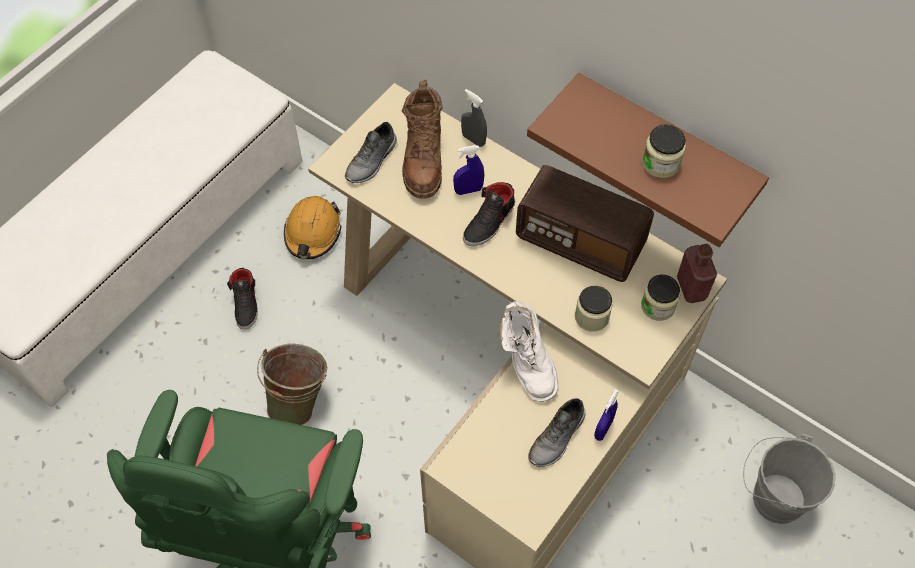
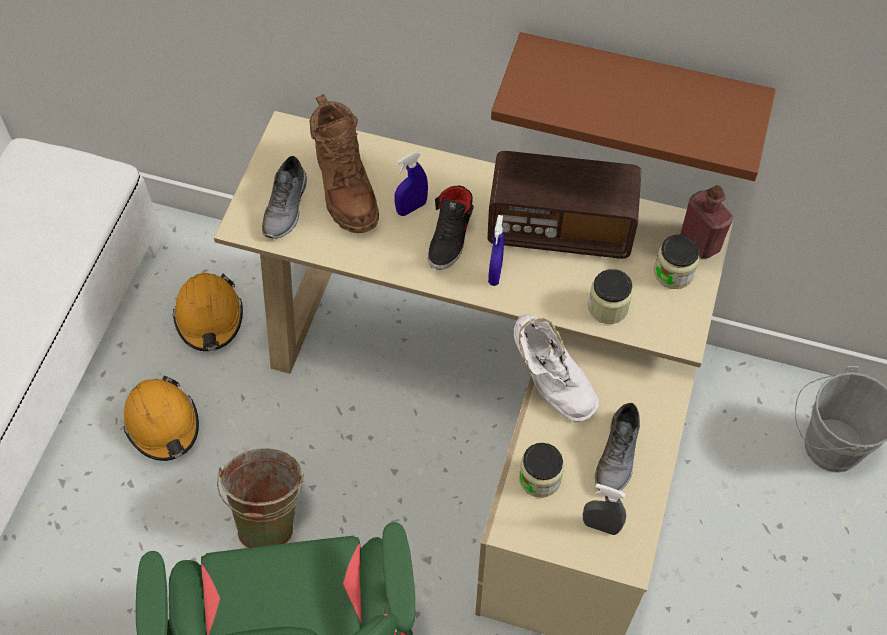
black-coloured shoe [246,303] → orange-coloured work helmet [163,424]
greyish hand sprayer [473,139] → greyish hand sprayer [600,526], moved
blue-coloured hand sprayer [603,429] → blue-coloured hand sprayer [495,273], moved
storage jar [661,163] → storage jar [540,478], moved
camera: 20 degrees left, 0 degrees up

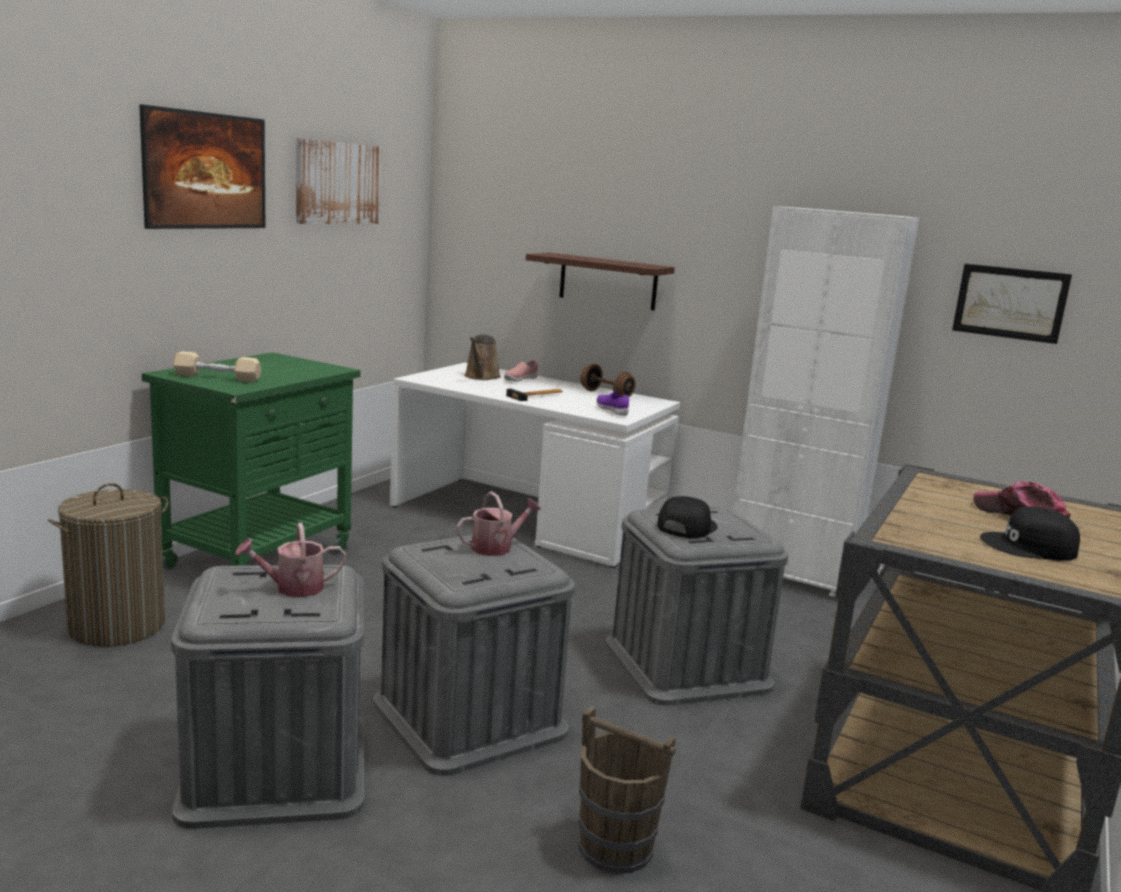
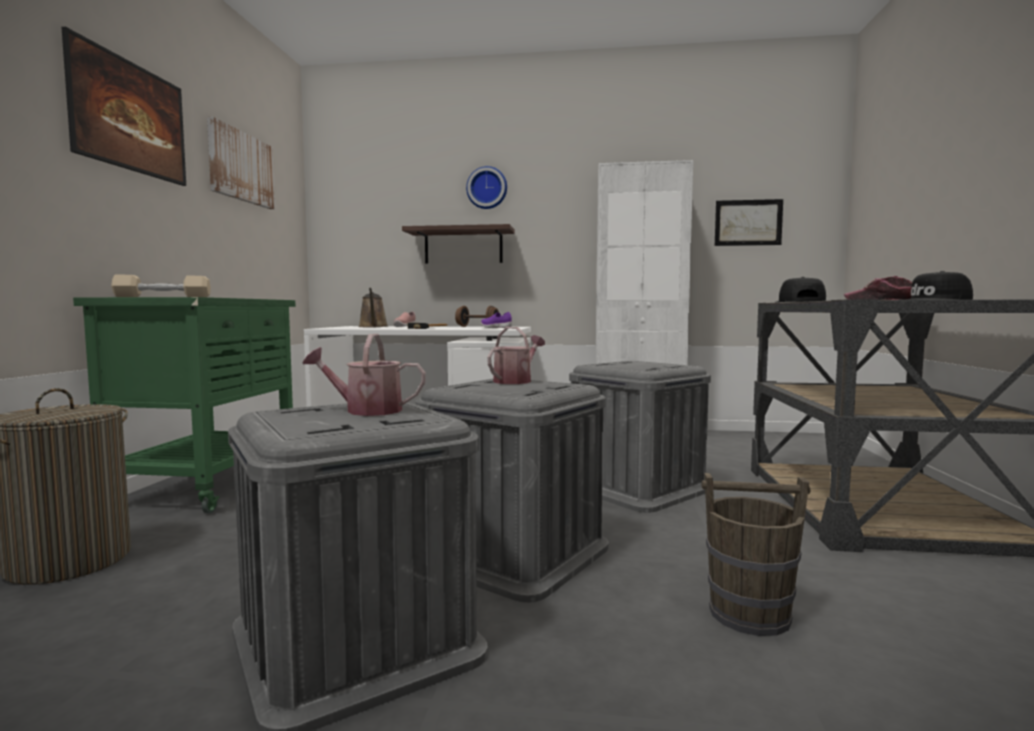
sprinkling can [292,588] → sprinkling can [366,410], 45 degrees clockwise
black-coloured peaked cap [686,526] → black-coloured peaked cap [798,302], moved
- → wall clock [487,188]
camera: 20 degrees left, 10 degrees down

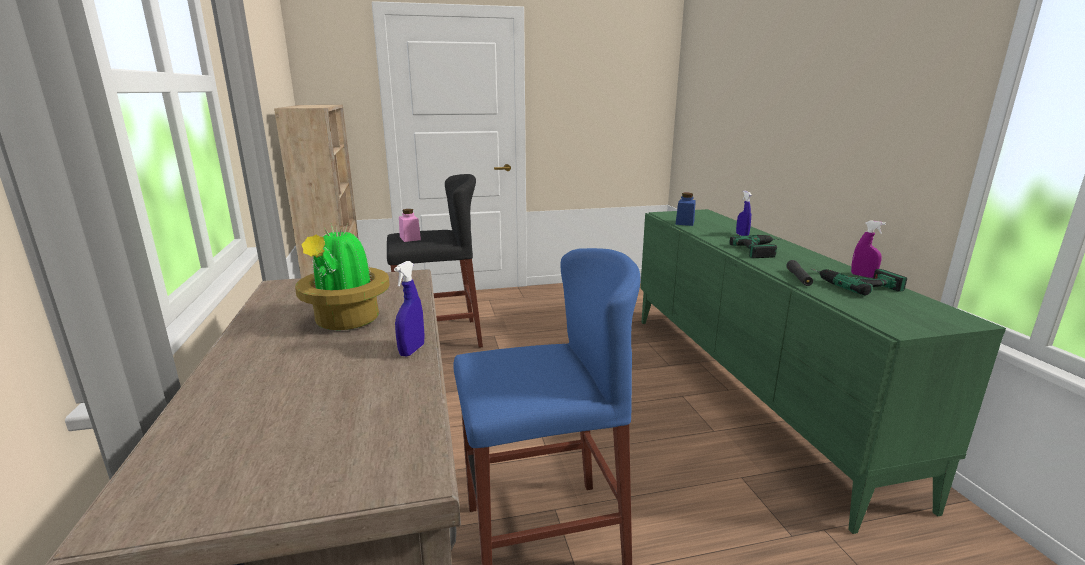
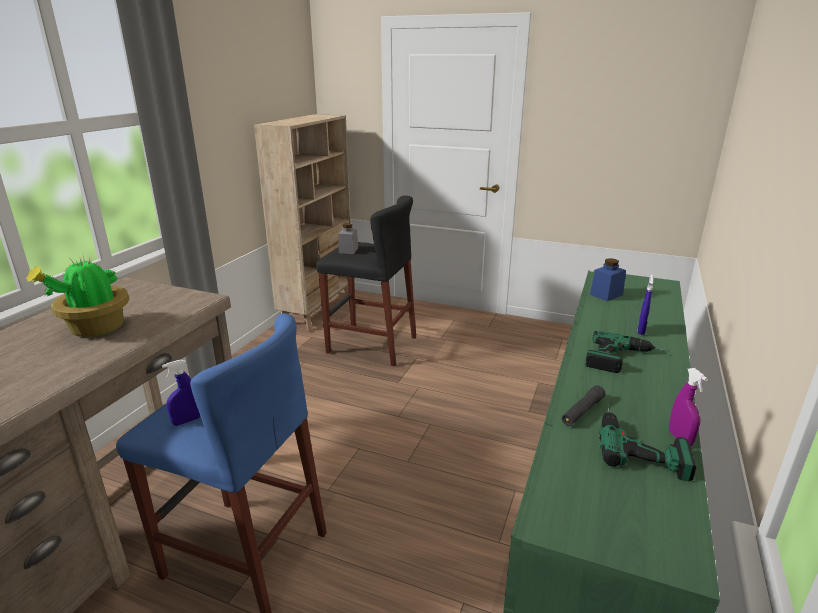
blue-coloured hand sprayer [412,350] → blue-coloured hand sprayer [187,421], moved
pink storage jar [410,238] → greyish storage jar [348,250]
camera: 35 degrees right, 5 degrees up

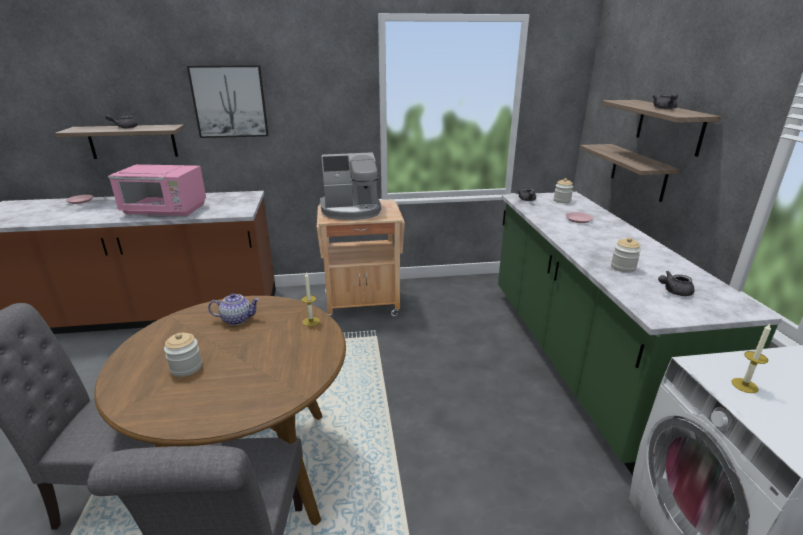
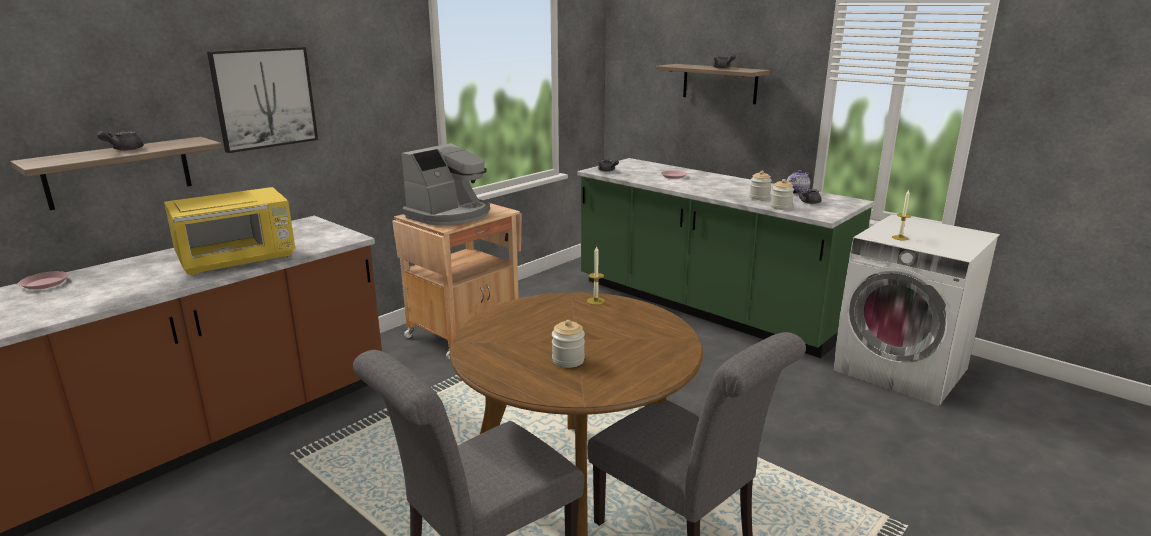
pink microwave [165,211] → yellowish microwave [238,259]
teapot [236,319] → teapot [796,192], moved
storage jar [562,201] → storage jar [781,207], moved
shelf [638,172] → -
camera: 40 degrees left, 5 degrees down

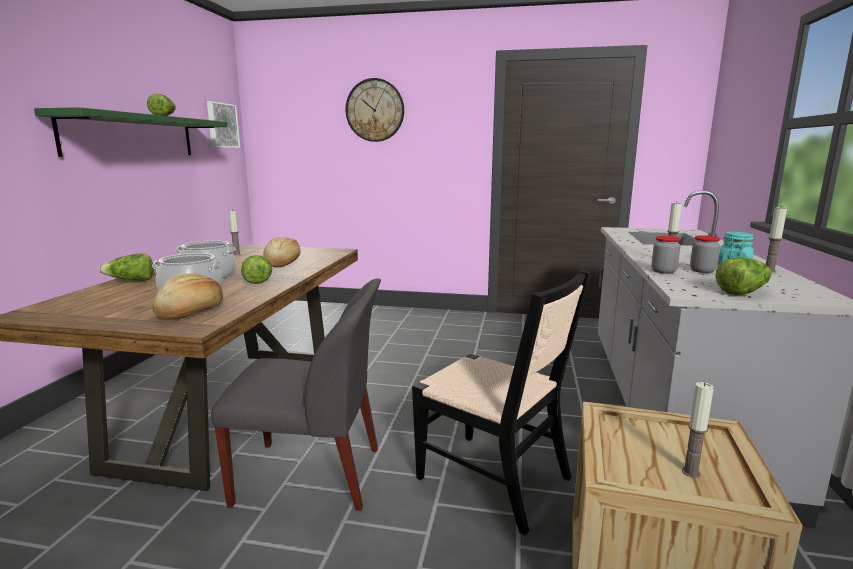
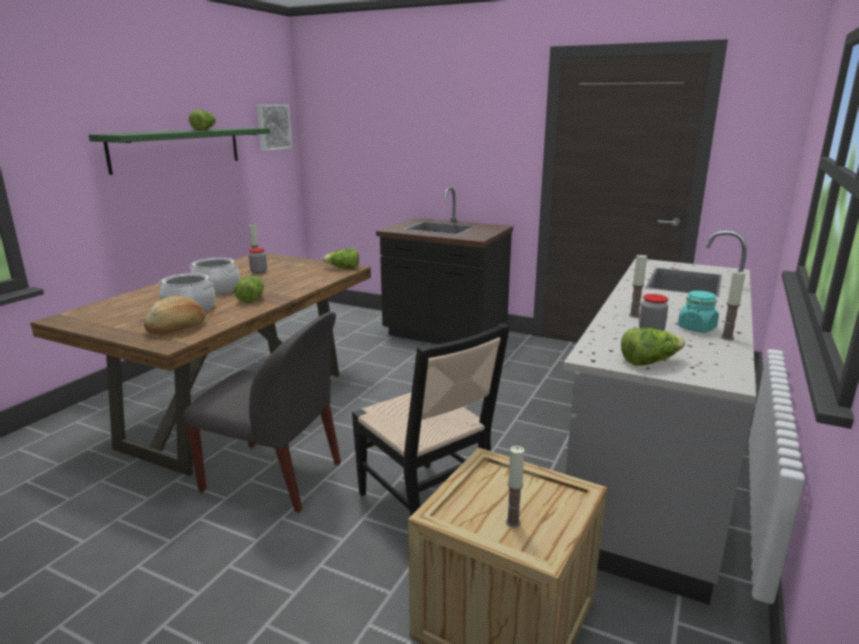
head of lettuce [131,281] → head of lettuce [343,268], moved
baked bread [282,263] → -
wall clock [375,110] → -
storage jar [663,271] → storage jar [258,272], moved
- → black-coloured kitchen counter [444,336]
camera: 15 degrees right, 5 degrees up

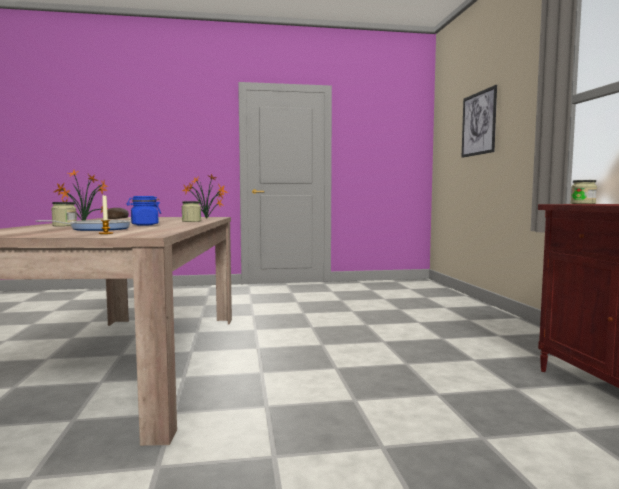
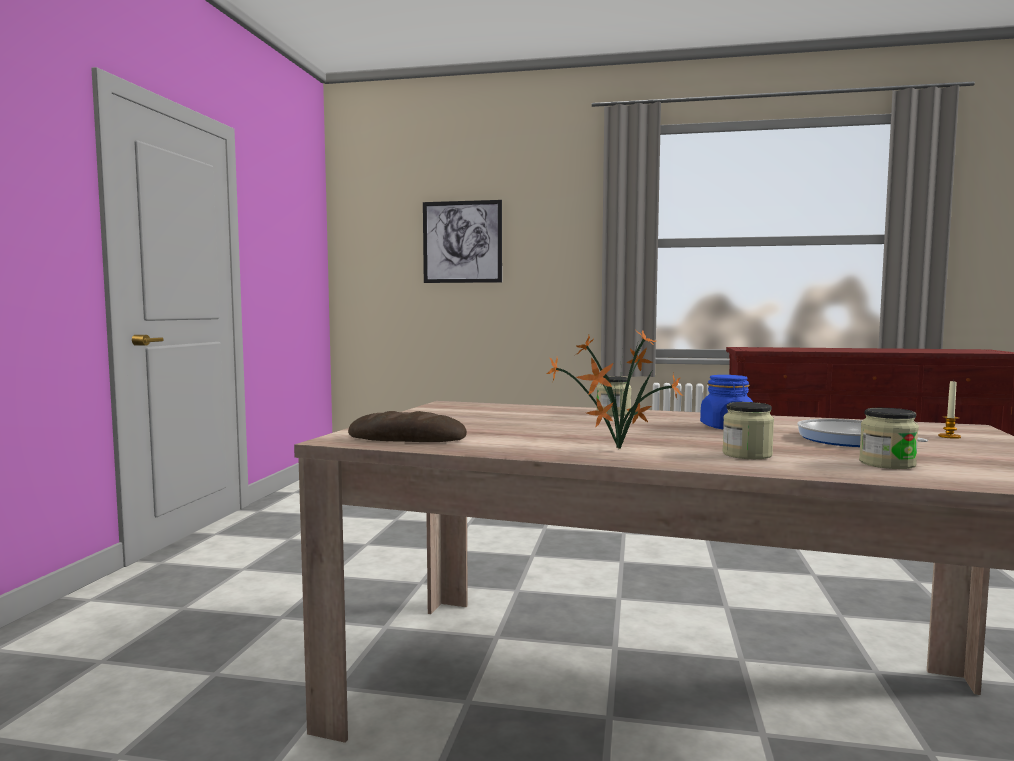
potted plant [207,219] → -
storage jar [583,203] → storage jar [887,464], moved
camera: 70 degrees left, 0 degrees up

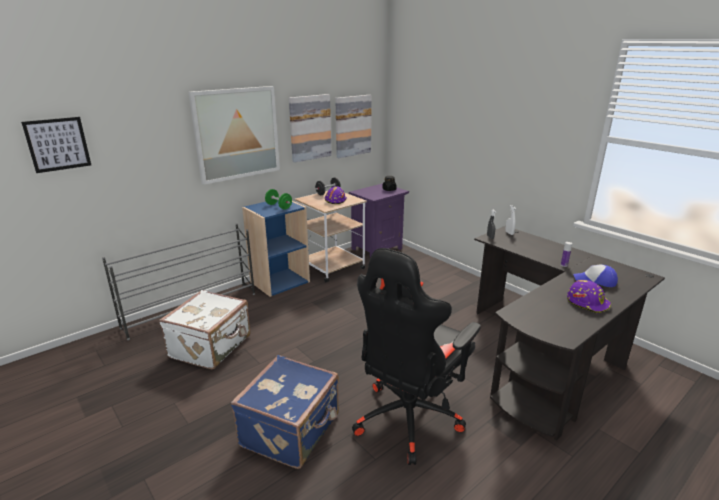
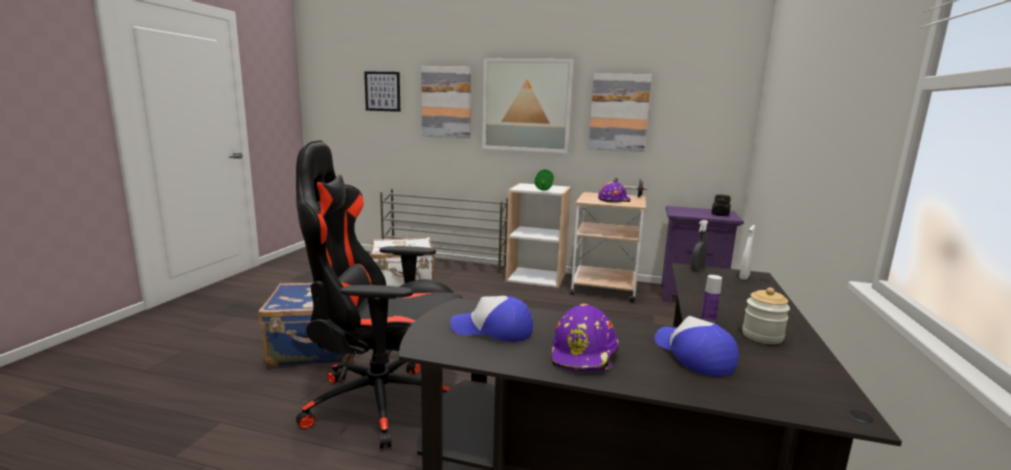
blue-coloured shelving unit [280,281] → whitish shelving unit [537,277]
wall picture [353,126] → wall picture [446,102], moved
- → peaked cap [492,330]
- → storage jar [762,336]
camera: 55 degrees right, 10 degrees down

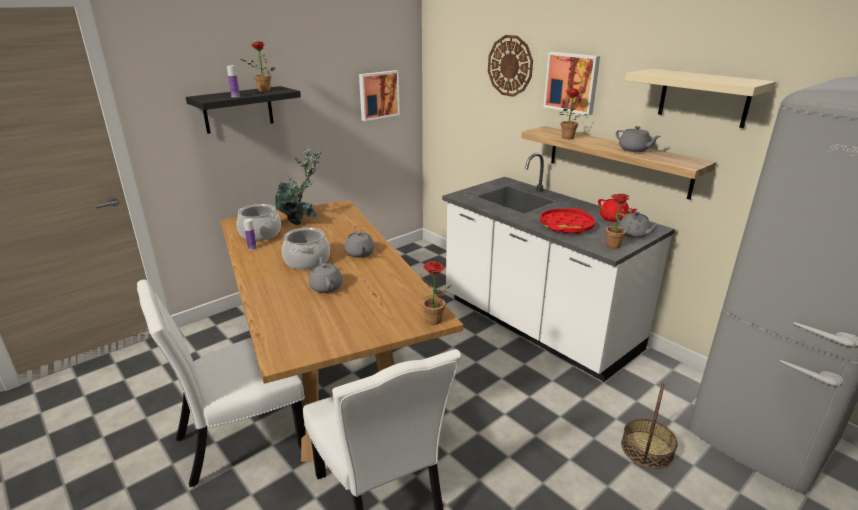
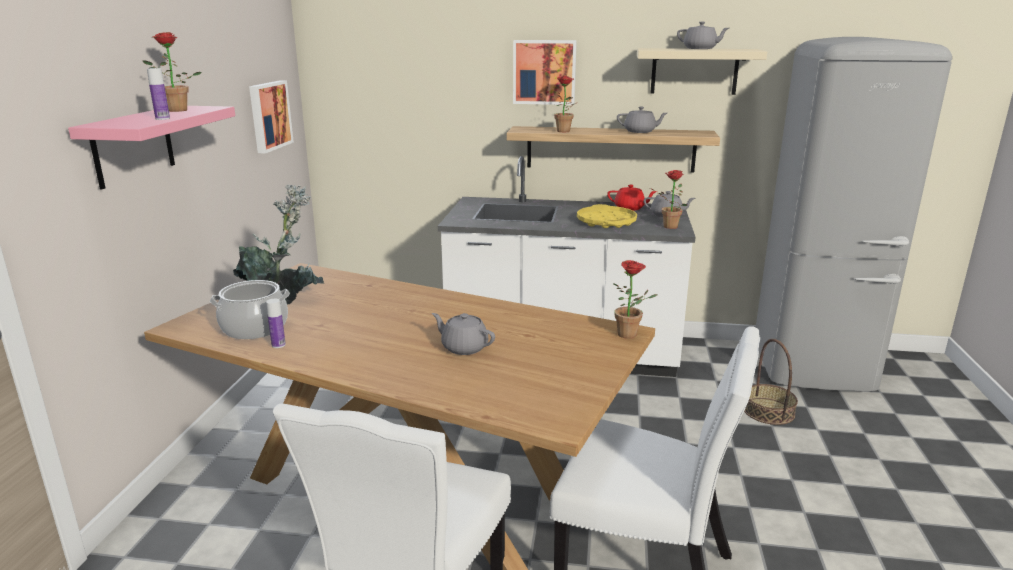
black-coloured shelf [238,109] → pink shelf [133,146]
cooking pot [307,261] → -
greyish teapot [359,254] → greyish teapot [700,49], moved
wall clock [510,66] → -
reddish serving tray [566,226] → yellowish serving tray [606,222]
camera: 40 degrees left, 5 degrees down

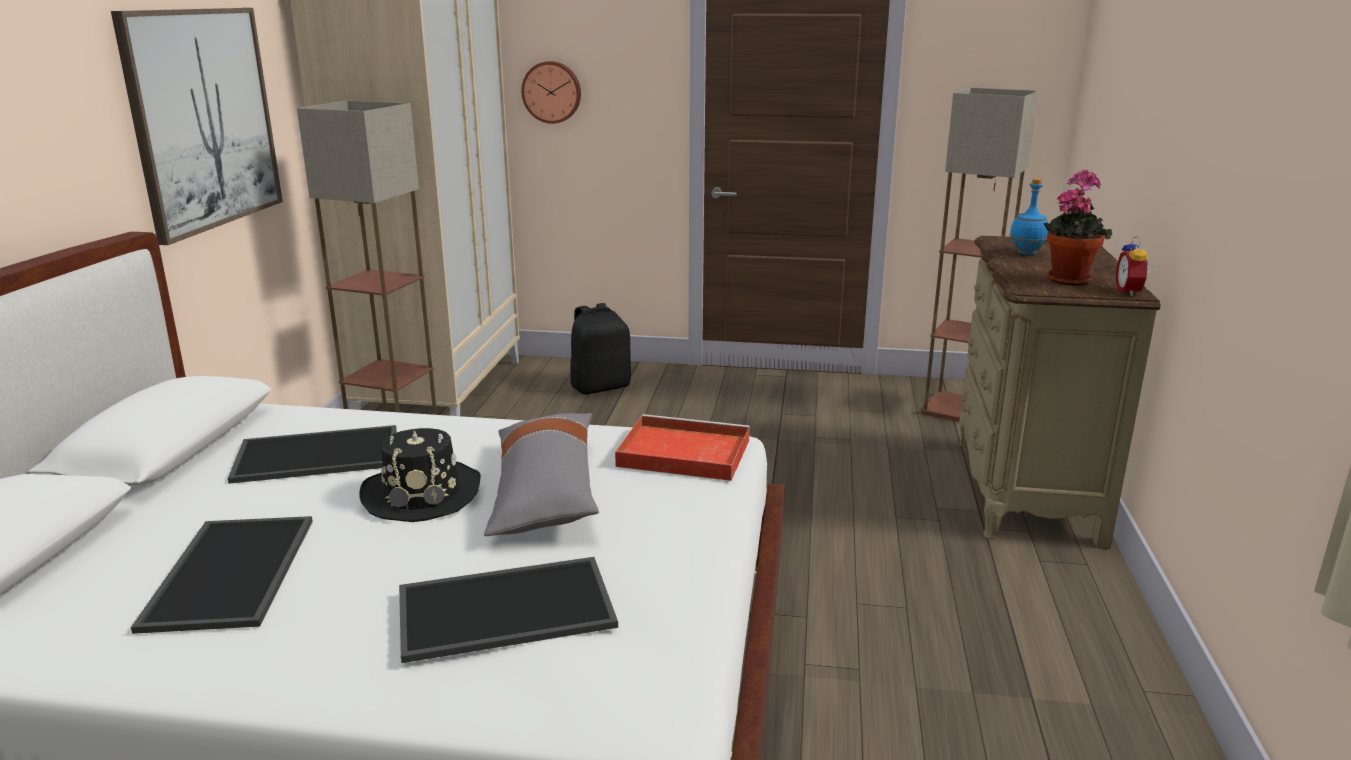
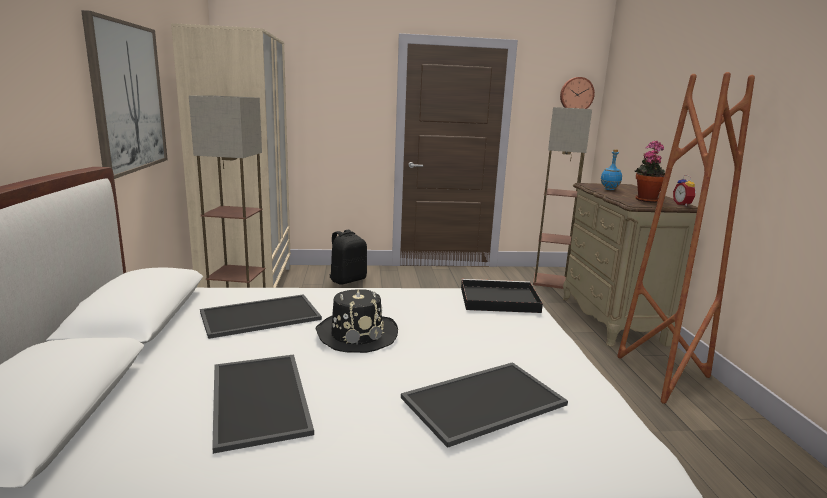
greyish cushion [545,491] → -
wall clock [552,92] → wall clock [576,94], moved
reddish serving tray [681,453] → black-coloured serving tray [497,299]
- → brownish clothes rack [663,378]
camera: 15 degrees left, 5 degrees down

